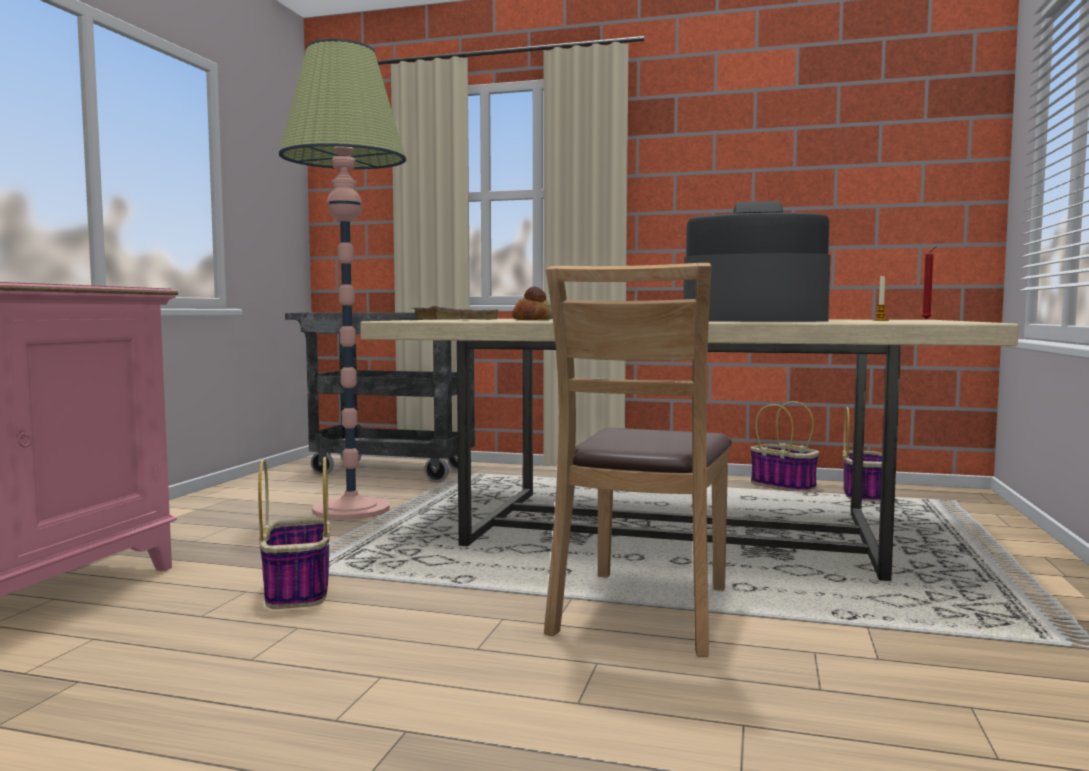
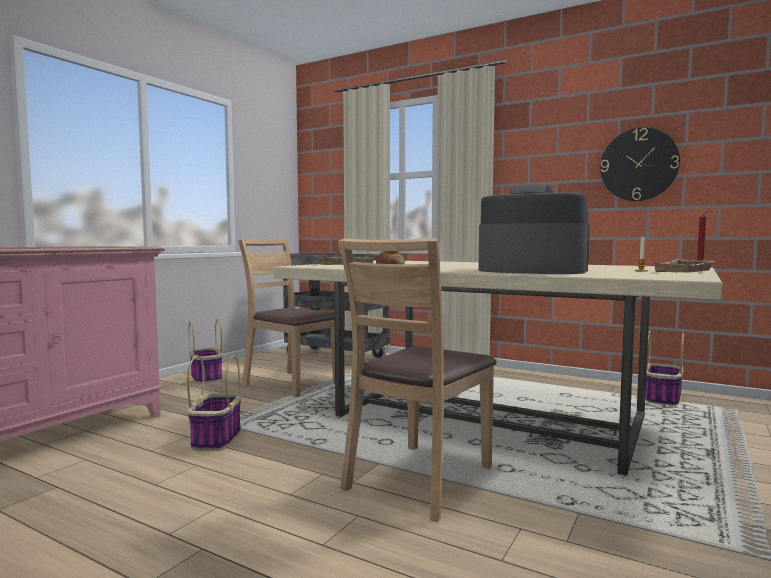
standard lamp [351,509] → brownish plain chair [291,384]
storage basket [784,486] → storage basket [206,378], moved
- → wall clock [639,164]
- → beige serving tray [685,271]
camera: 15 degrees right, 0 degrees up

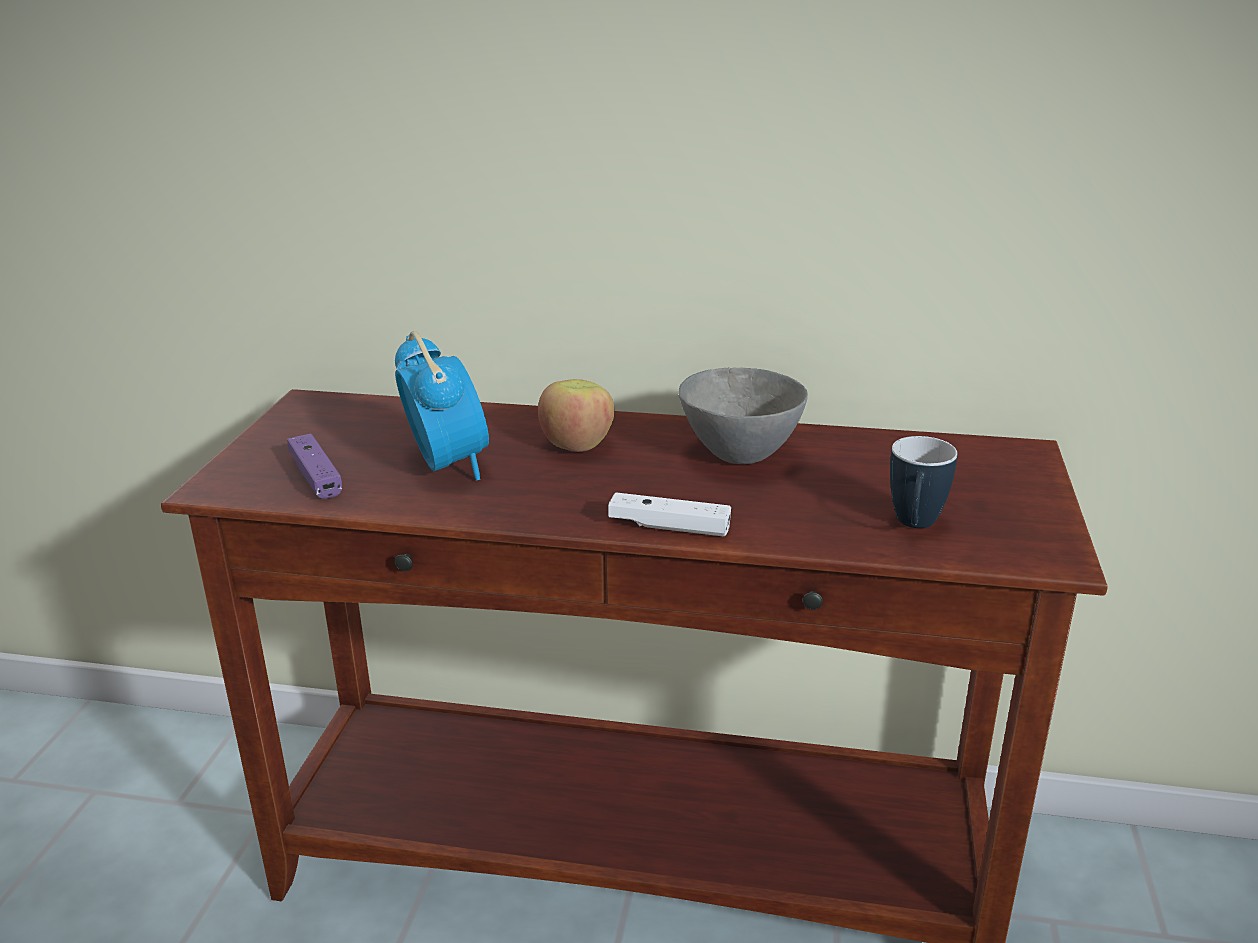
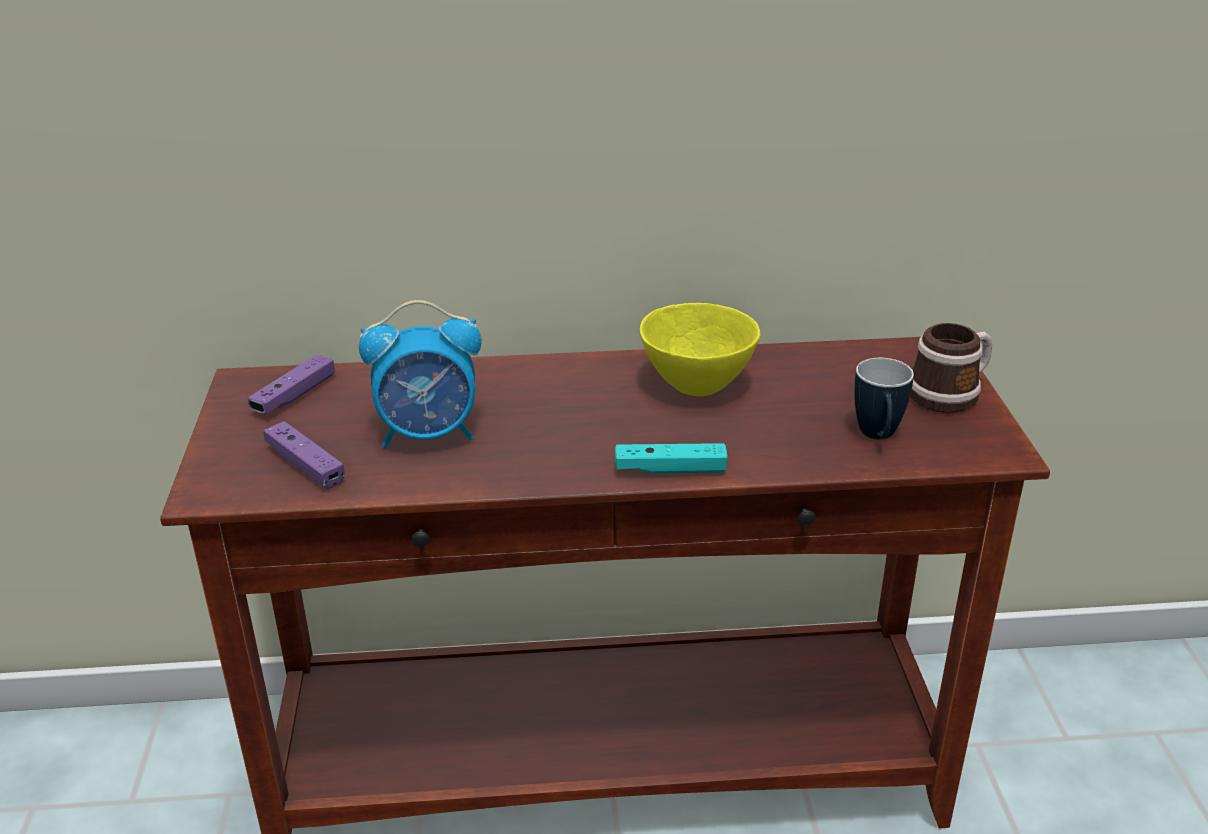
alarm clock [447,465] → alarm clock [429,434], 120 degrees clockwise
apple fruit [577,444] → -
whitish gamepad [669,527] → turquoise gamepad [670,469]
greyish serving bowl [739,455] → yellowish serving bowl [696,387]
- → purple gamepad [294,395]
- → mug [950,393]
camera: 15 degrees left, 5 degrees up

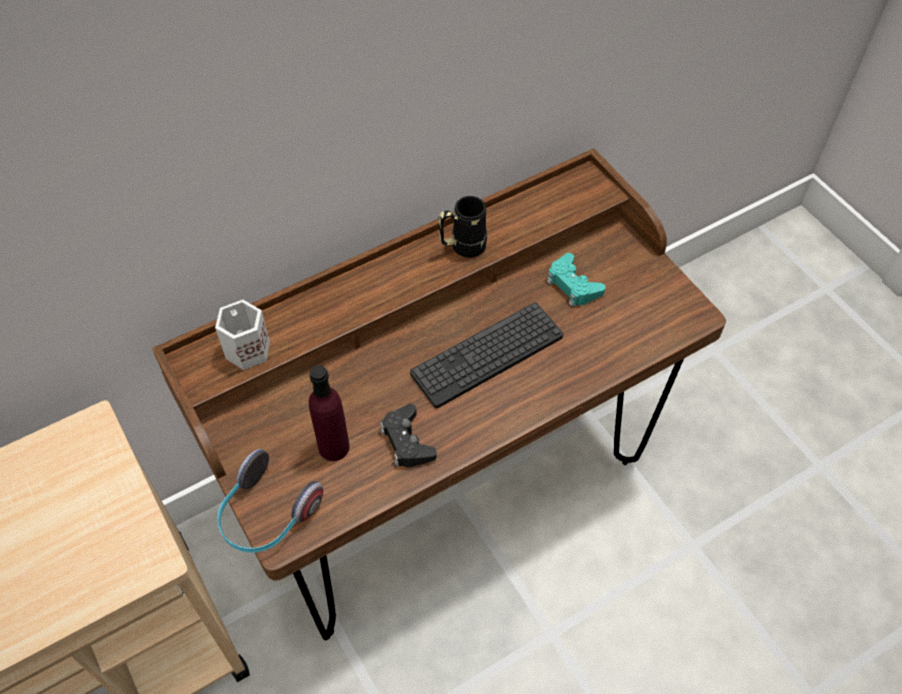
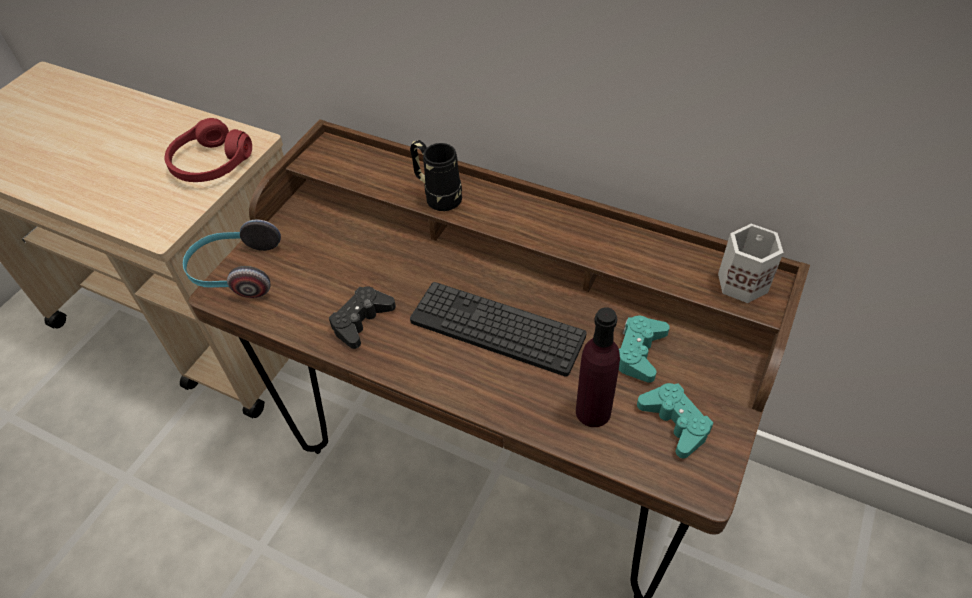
whitish mug [245,349] → whitish mug [741,281], moved
purple bottle [334,447] → purple bottle [593,412], moved
black-coloured mug [462,247] → black-coloured mug [438,196], moved
- → reddish headphones [210,163]
- → turquoise gamepad [675,423]
camera: 60 degrees right, 5 degrees down

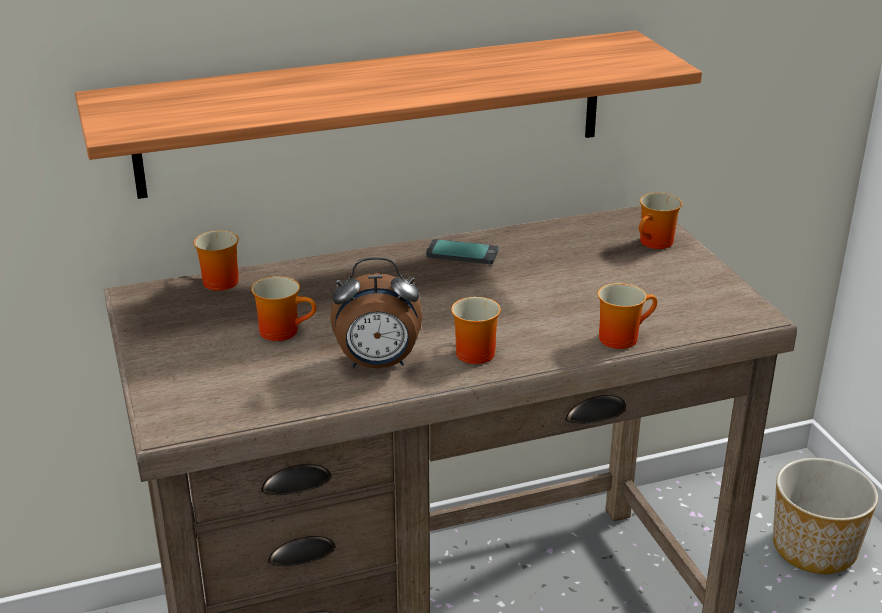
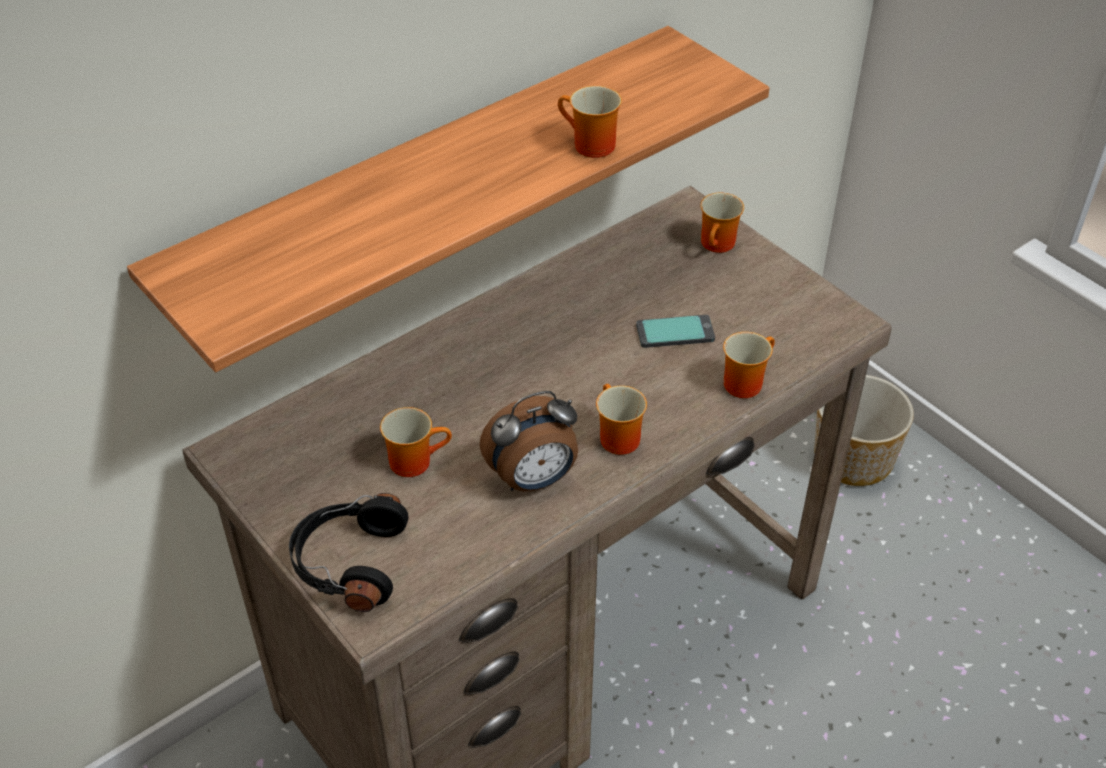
mug [216,281] → mug [588,146], moved
phone [462,253] → phone [675,332], moved
- → black-coloured headphones [348,563]
camera: 20 degrees left, 15 degrees up

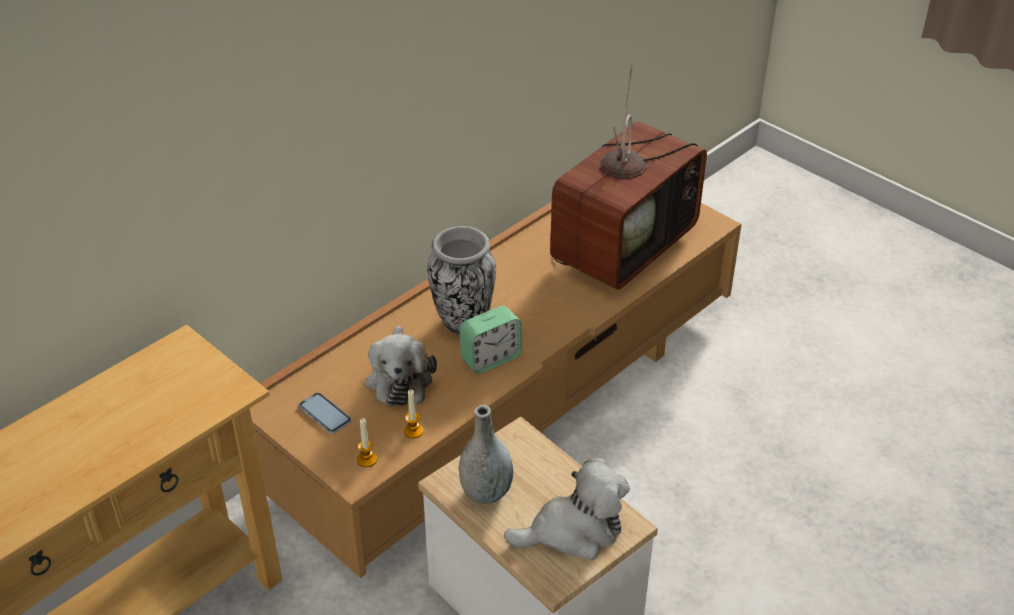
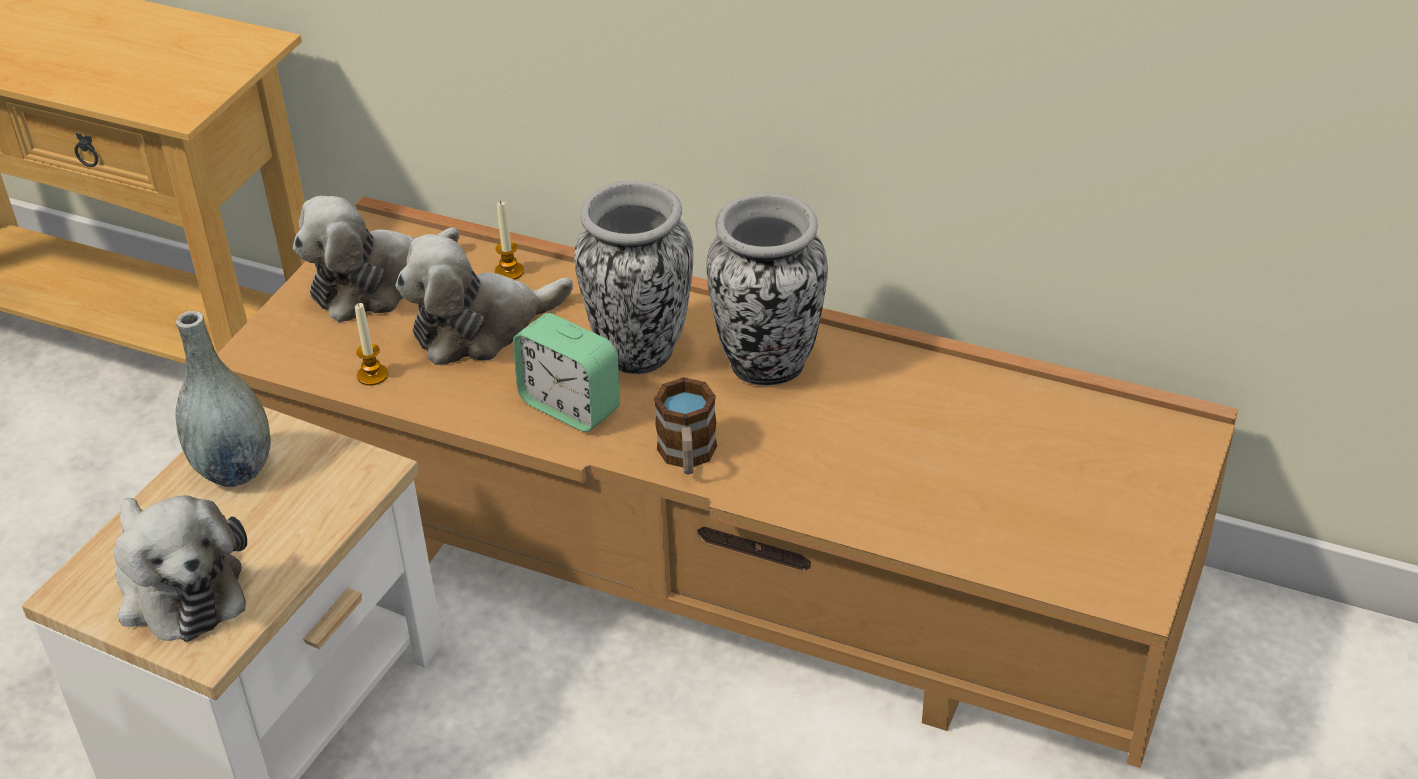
phone [325,414] → plush toy [375,284]
wax light [367,460] → wax light [509,272], moved
TV set [623,243] → -
- → mug [687,457]
- → decorative vase [767,367]
camera: 70 degrees right, 0 degrees up

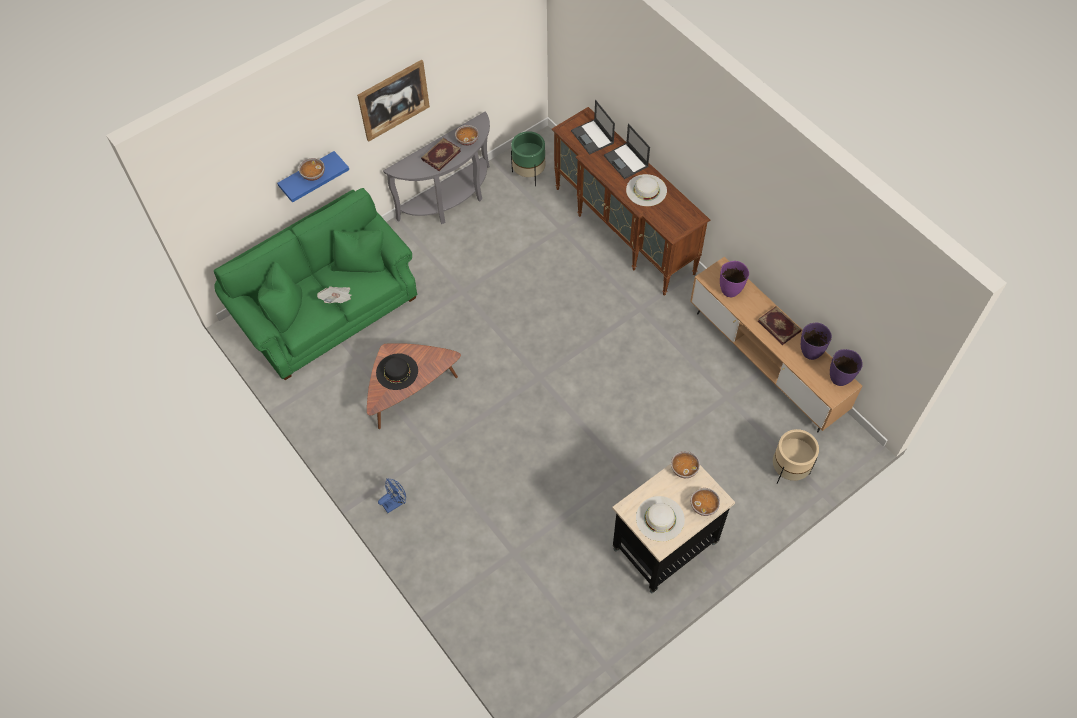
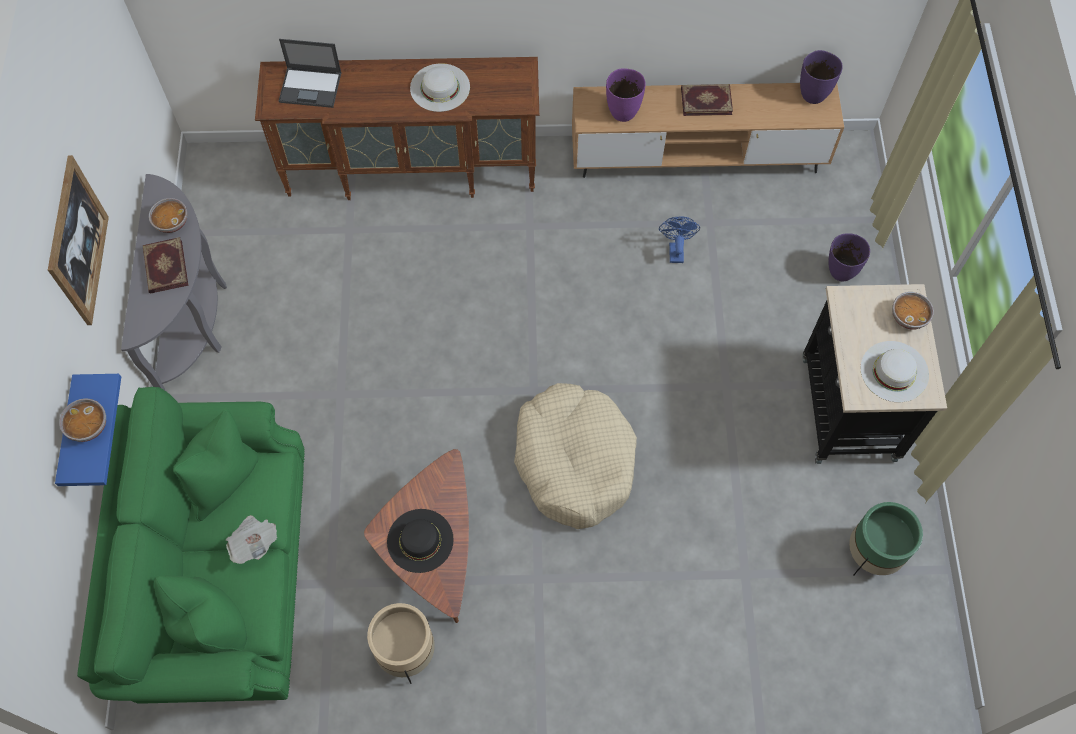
blue-coloured electric fan [395,503] → blue-coloured electric fan [675,249], moved
green plant pot [529,173] → green plant pot [872,554], moved
laptop [626,161] → -
serving bowl [684,468] → -
beige plant pot [789,470] → beige plant pot [406,652], moved
purple decorative vase [810,352] → purple decorative vase [840,272], moved
- → beige dog bed [574,461]
camera: 55 degrees left, 5 degrees up

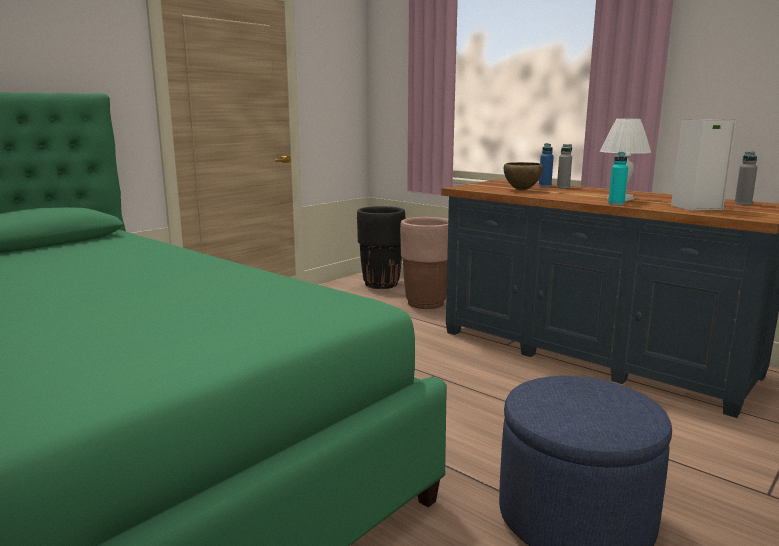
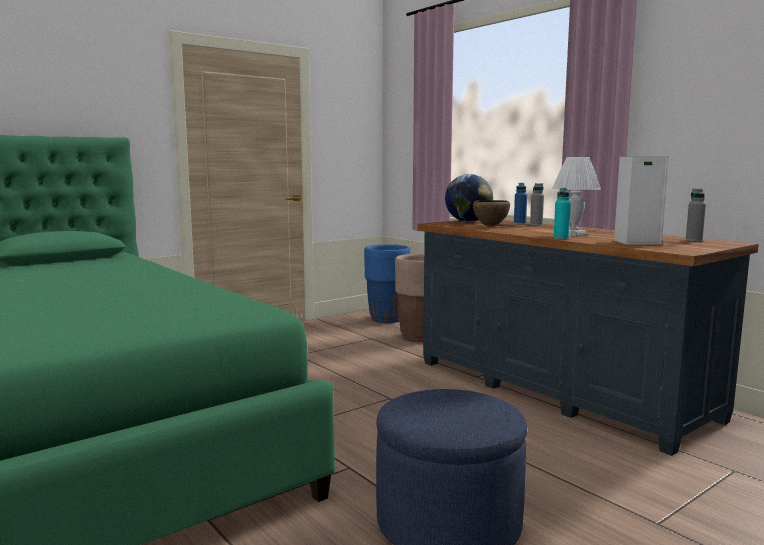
black-coloured plant pot [381,284] → blue-coloured plant pot [387,319]
- → globe [468,221]
camera: 10 degrees right, 5 degrees down

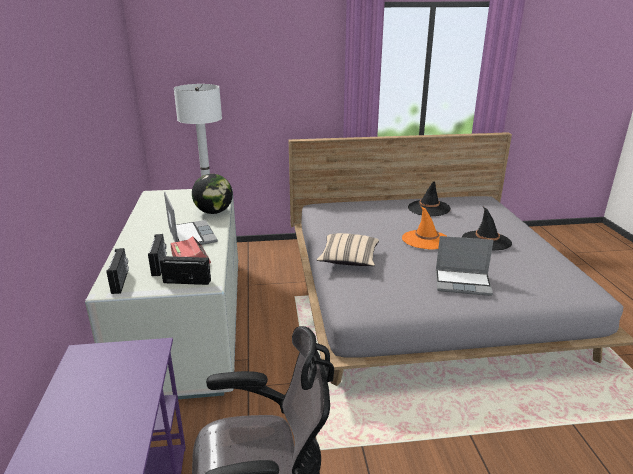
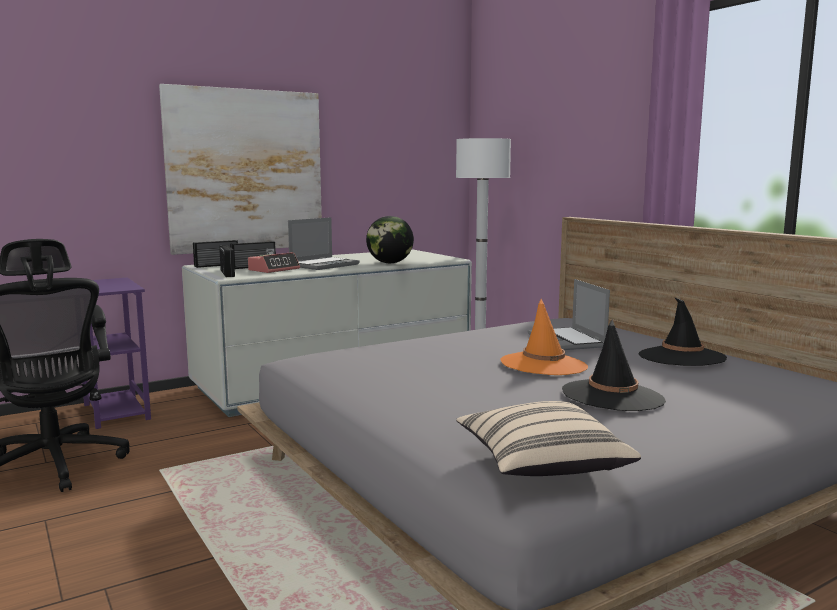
beige cushion [348,260] → beige cushion [541,465], moved
laptop [463,283] → laptop [568,341], moved
- → wall picture [245,171]
camera: 65 degrees right, 15 degrees down

